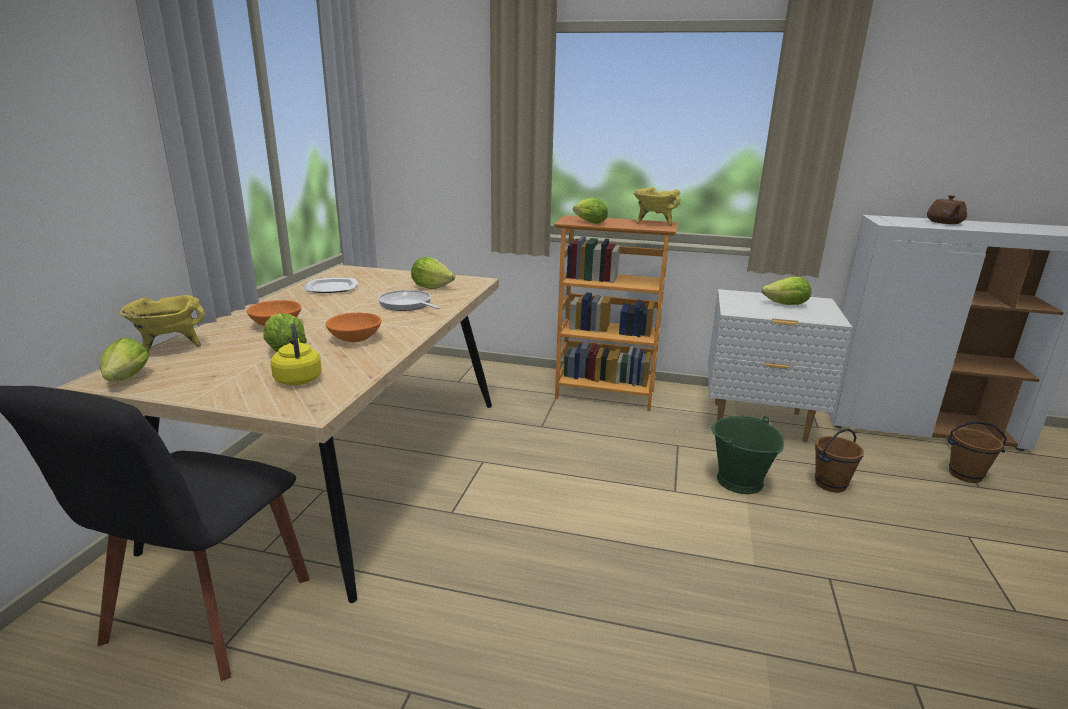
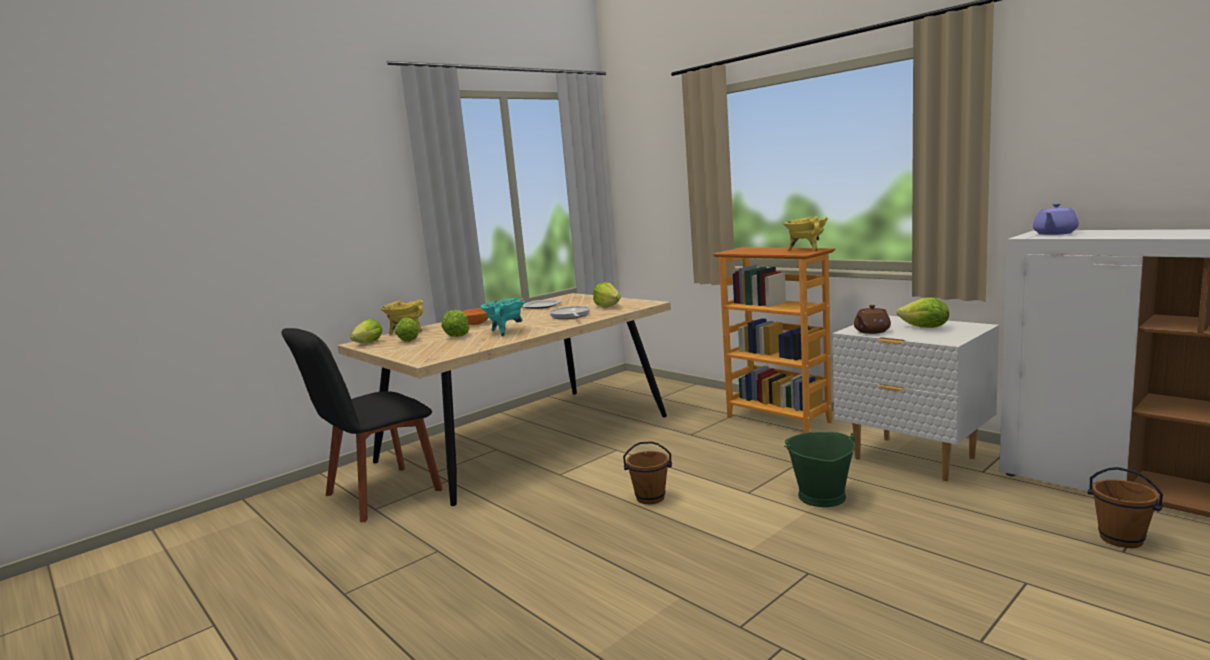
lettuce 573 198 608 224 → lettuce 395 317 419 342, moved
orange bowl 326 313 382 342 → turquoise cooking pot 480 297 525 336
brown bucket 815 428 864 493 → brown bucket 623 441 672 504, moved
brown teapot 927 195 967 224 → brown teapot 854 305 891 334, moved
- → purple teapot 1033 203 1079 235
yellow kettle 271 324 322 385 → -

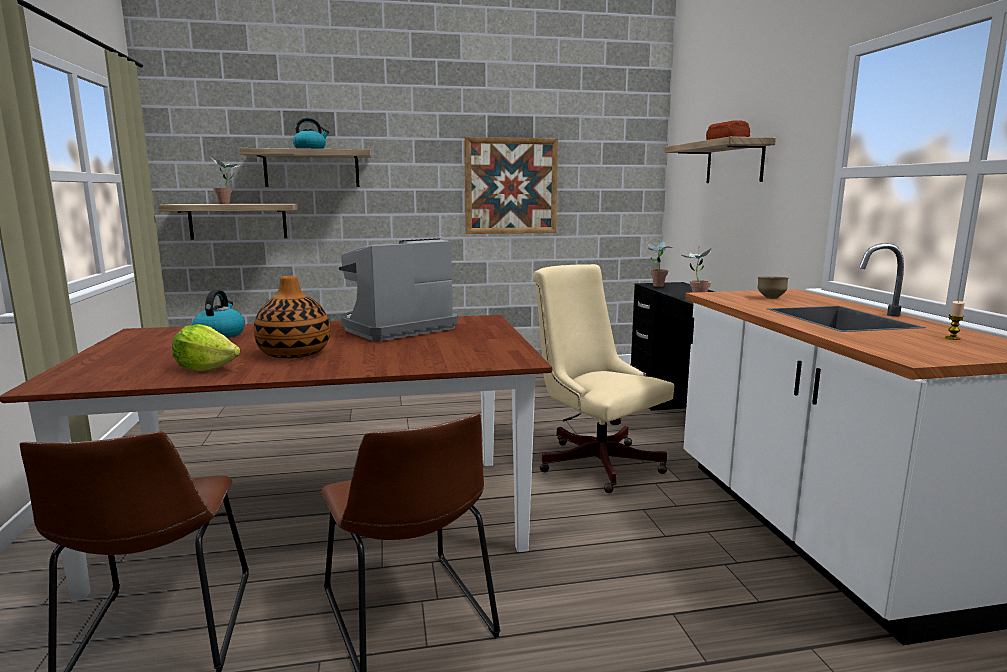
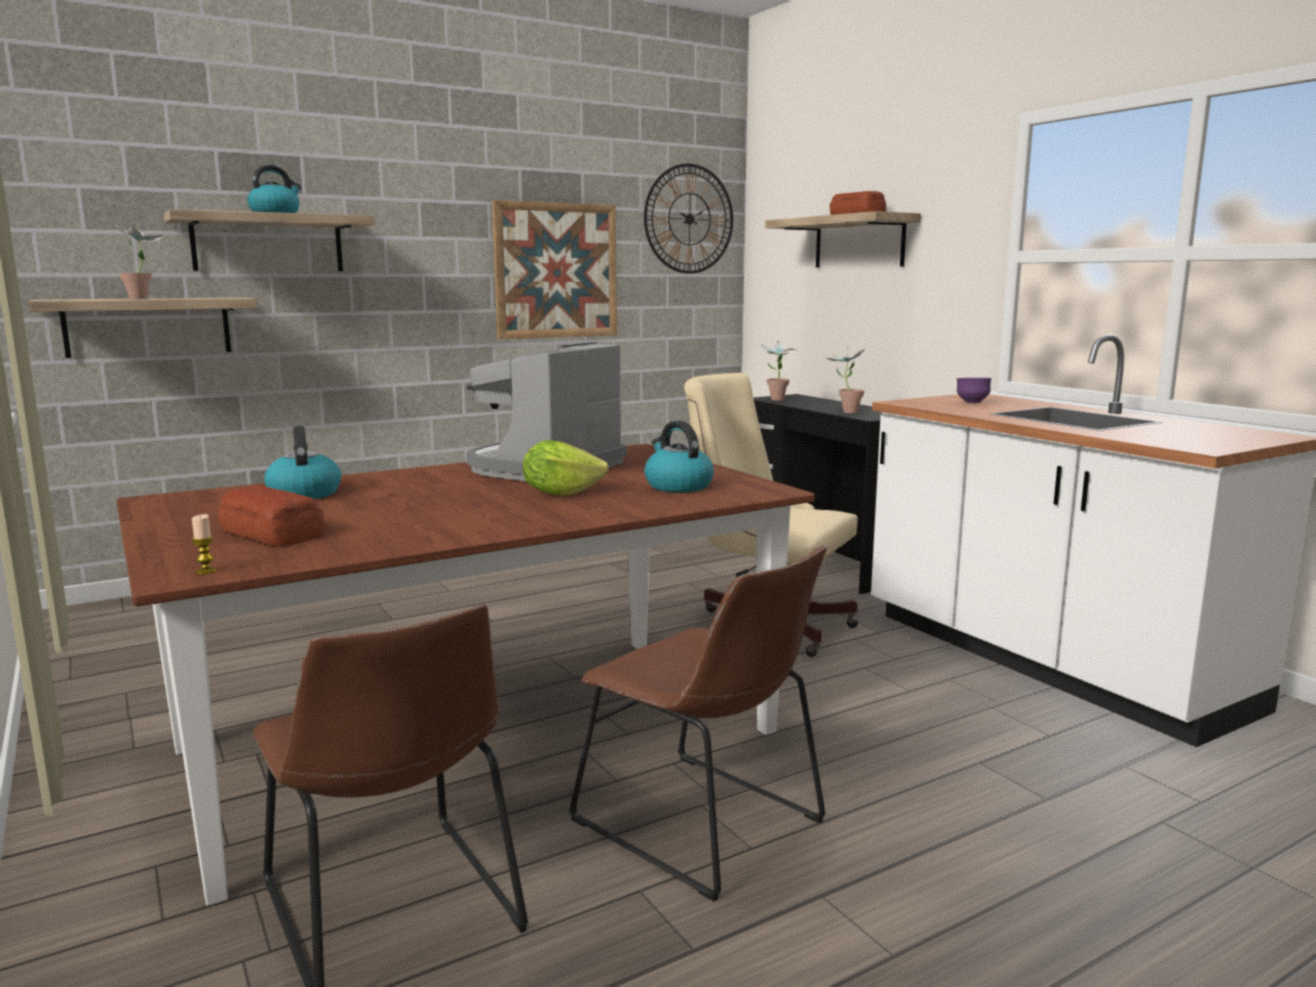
candle 945 301 965 340 → candle 192 514 217 574, moved
- → bread 218 485 326 546
lettuce 172 324 240 372 → lettuce 523 440 609 496, moved
- → wall clock 644 164 733 274
- → kettle 644 421 714 492
brown bowl 758 276 789 299 → purple bowl 957 378 992 403
vase 254 276 330 358 → -

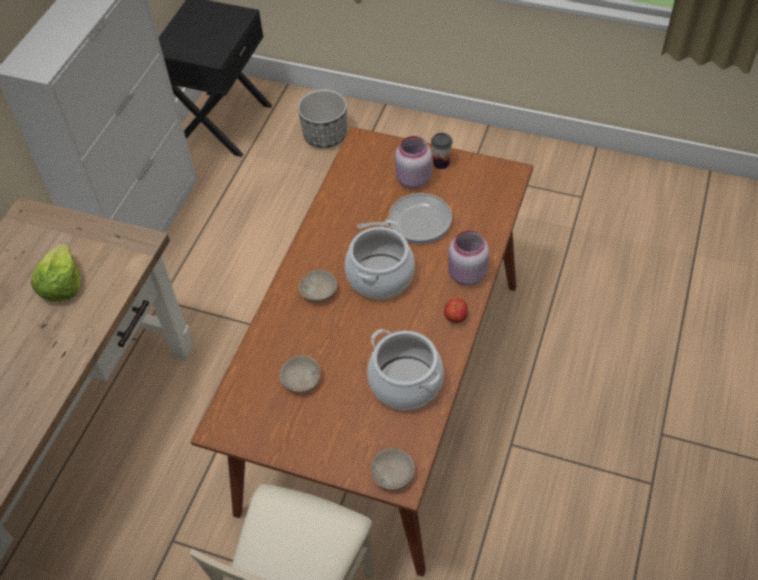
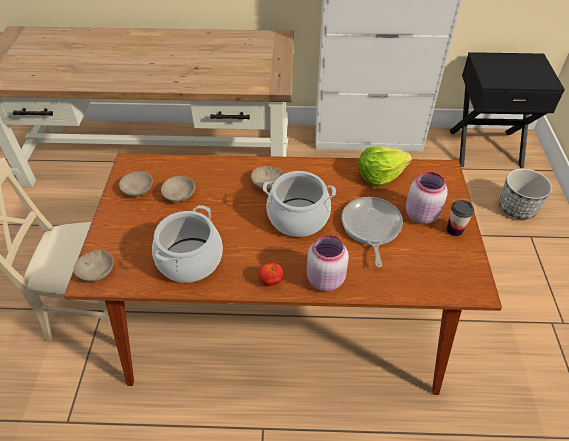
- → beige bowl 119 171 153 197
frying pan 357 193 452 244 → frying pan 342 197 403 267, 150 degrees counterclockwise
lettuce 31 244 81 301 → lettuce 358 147 412 186, moved

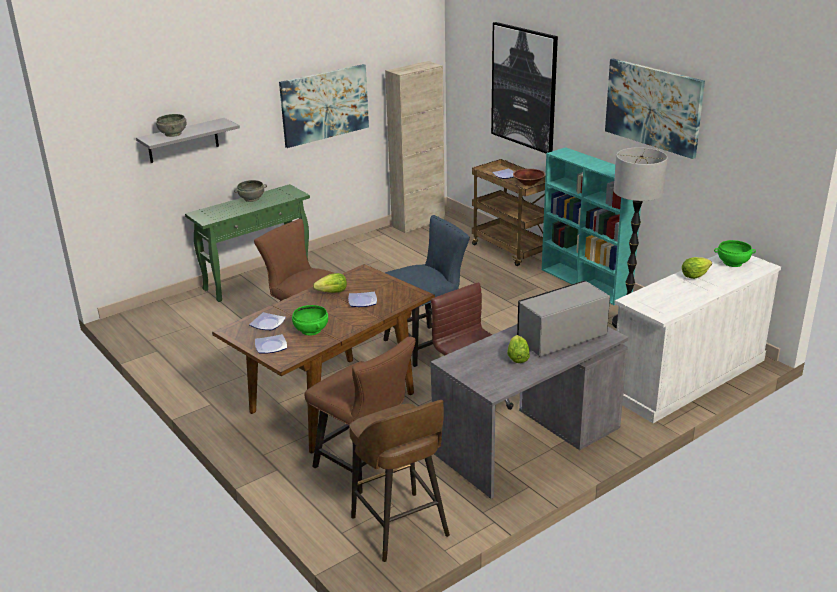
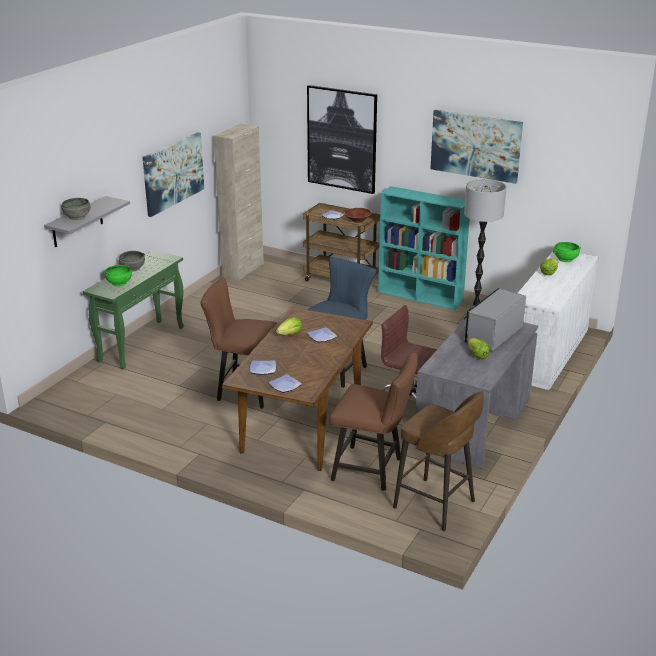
green bowl 292 305 328 335 → green bowl 105 265 132 286, moved

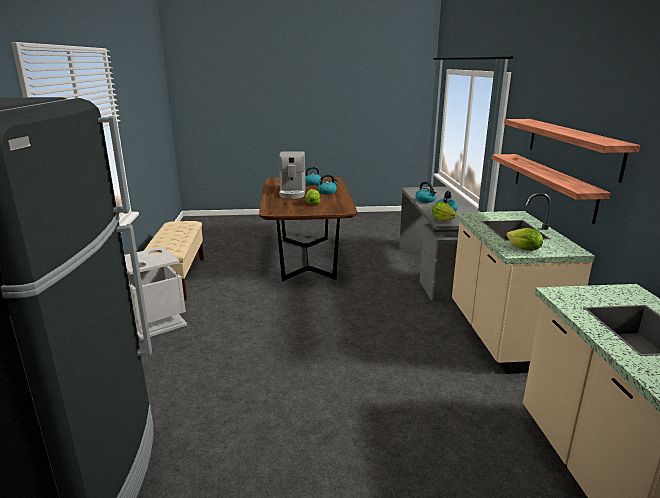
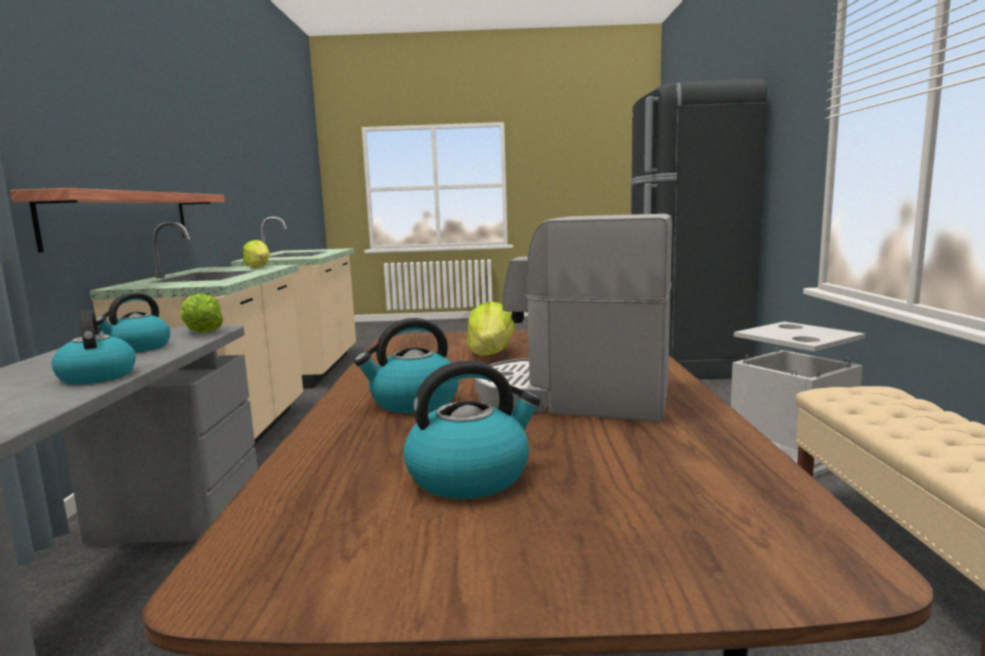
coffee machine 279 151 306 199 → coffee machine 475 214 672 422, 75 degrees counterclockwise
shelf 504 119 640 183 → -

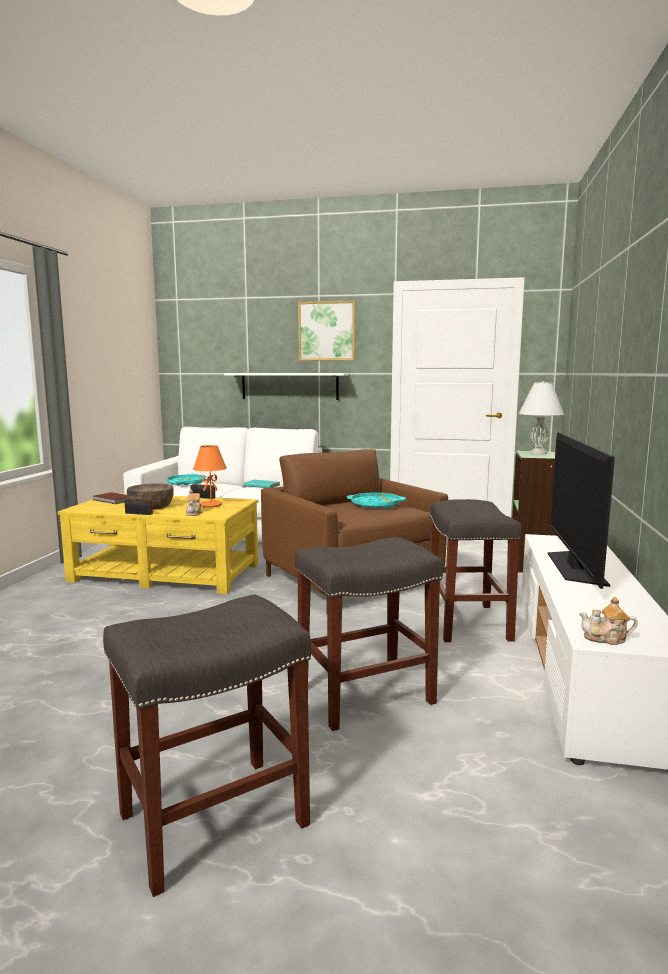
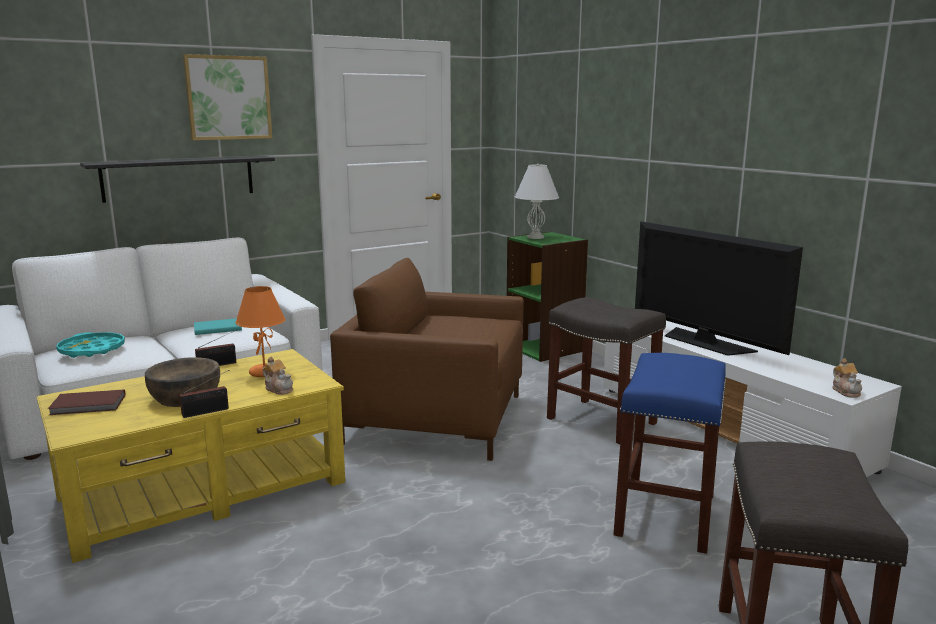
white shelf 224 373 349 400 → black shelf 80 156 275 203
grey stool 295 537 443 731 → blue stool 613 353 726 554
teapot 579 597 638 645 → teapot 832 358 862 398, 60 degrees counterclockwise
turquoise tray 347 492 406 509 → -

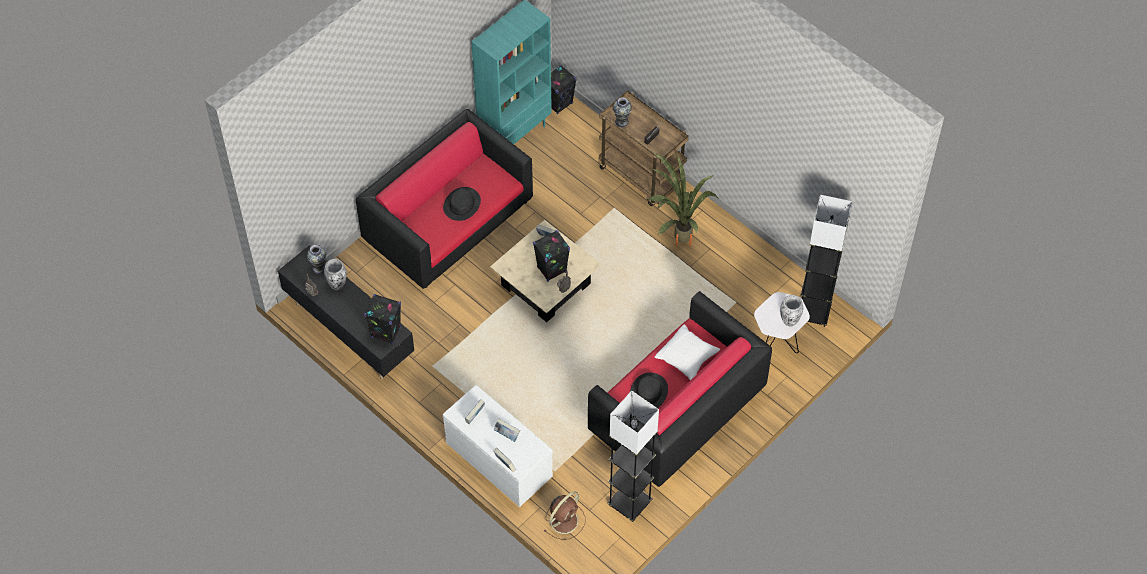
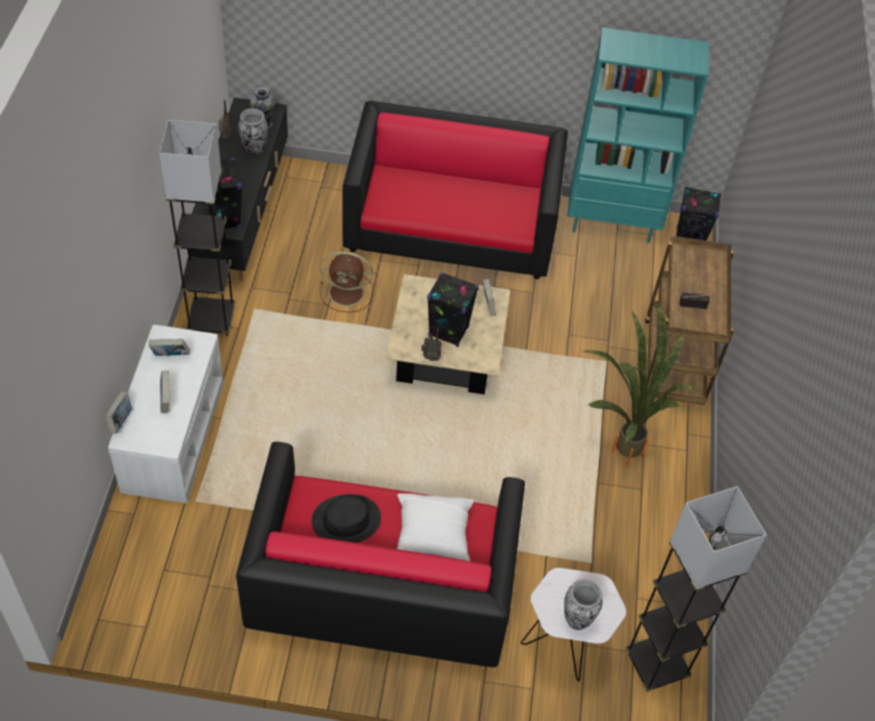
grey floor lamp 607 391 659 522 → grey floor lamp 159 120 235 336, moved
brown fan 544 491 586 540 → brown fan 320 251 373 313, moved
black hat 443 187 481 221 → -
vase 613 97 632 127 → -

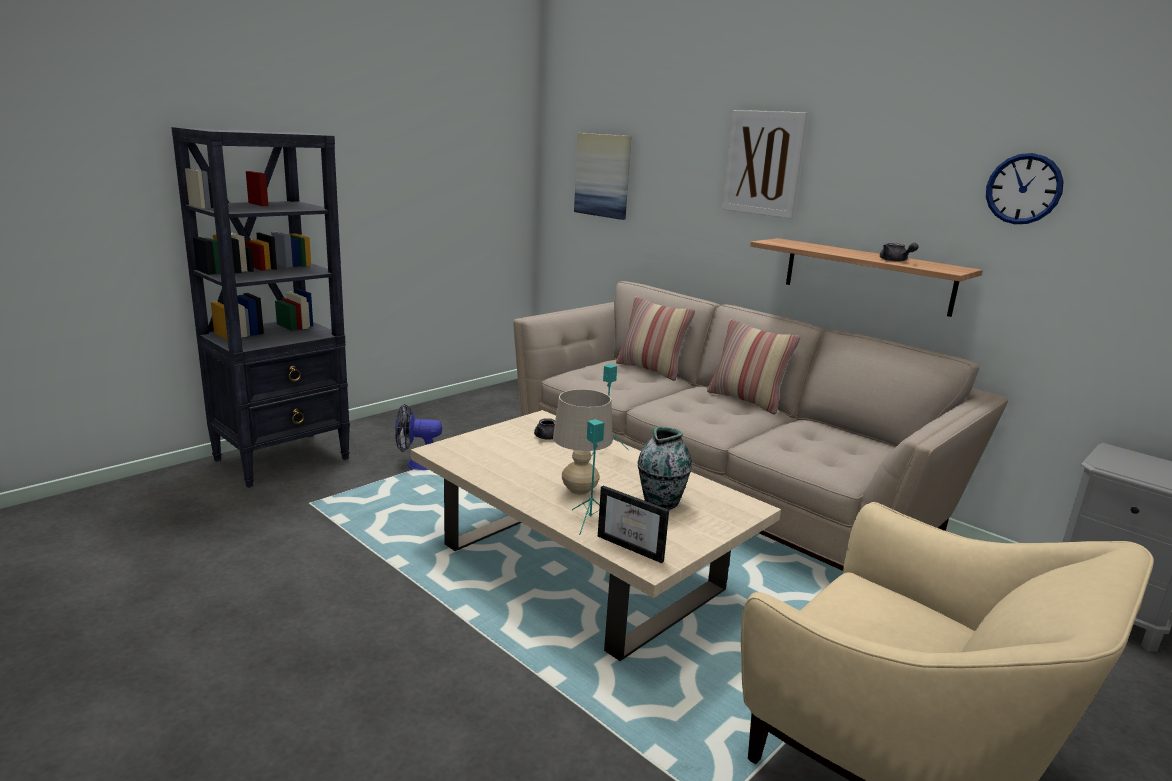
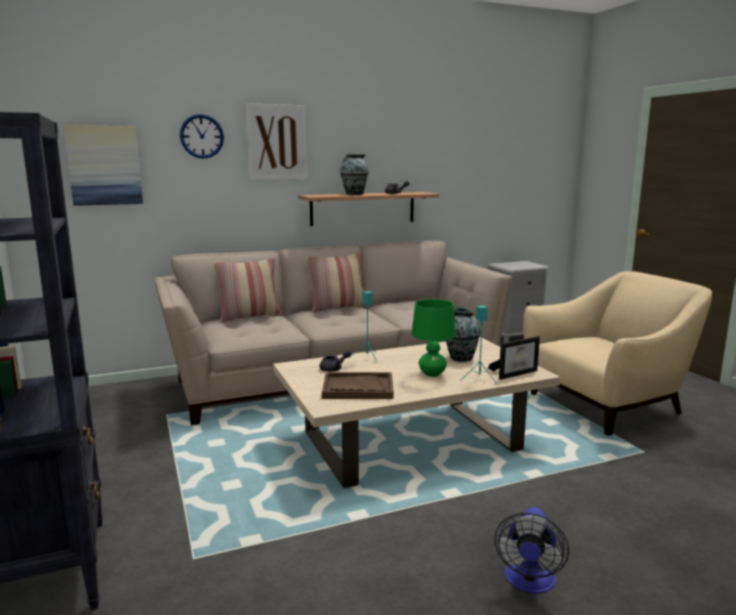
wall clock 986 153 1064 224 → wall clock 180 114 224 159, moved
- → brown tray 322 372 394 399
- → vase 340 154 368 195
beige table lamp 553 389 613 495 → green table lamp 412 299 456 377
fan 395 404 442 470 → fan 494 507 569 594, moved

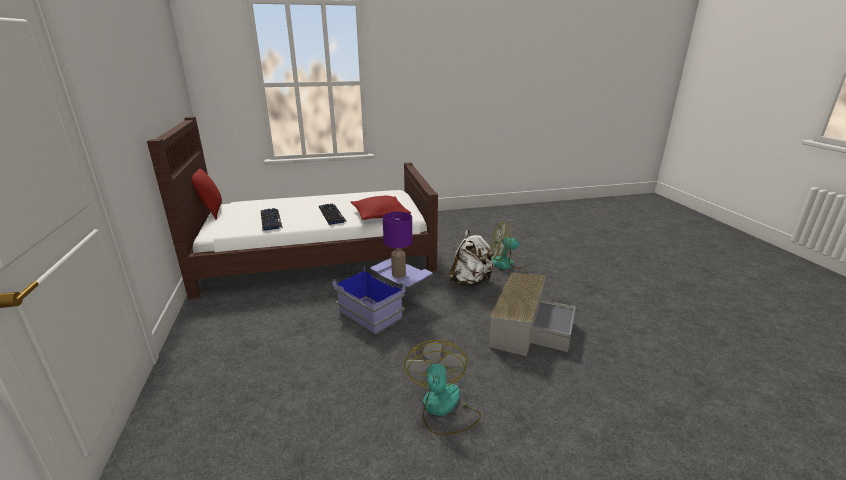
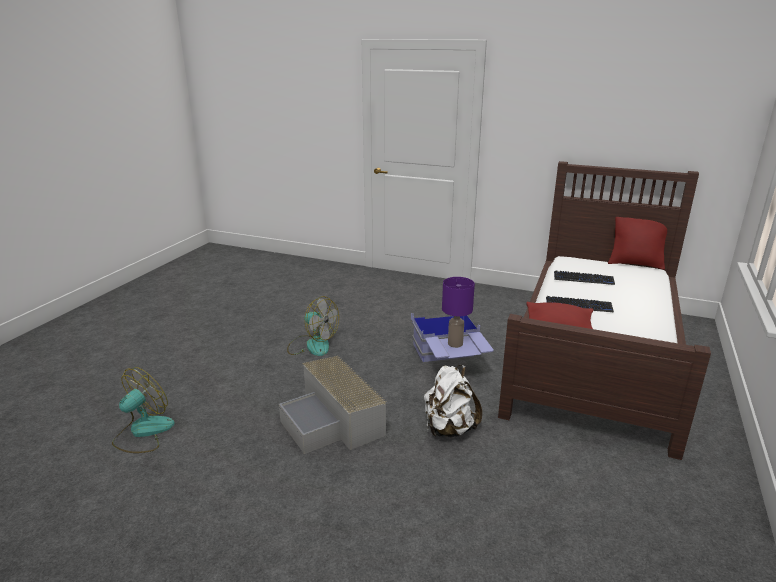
fan 491 222 527 269 → fan 112 367 175 453, moved

